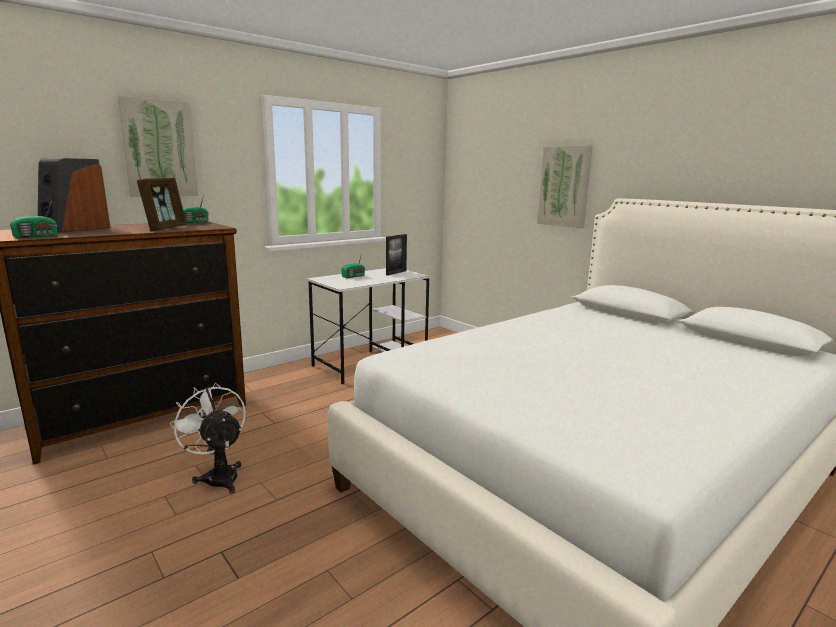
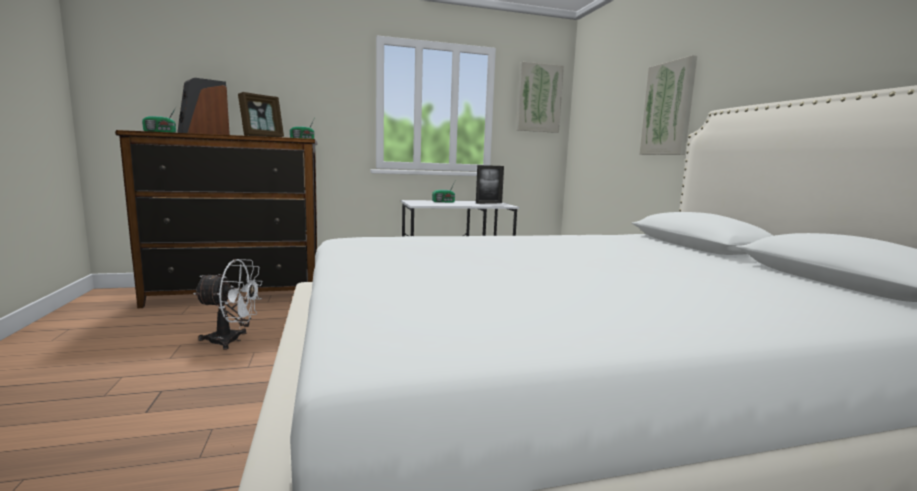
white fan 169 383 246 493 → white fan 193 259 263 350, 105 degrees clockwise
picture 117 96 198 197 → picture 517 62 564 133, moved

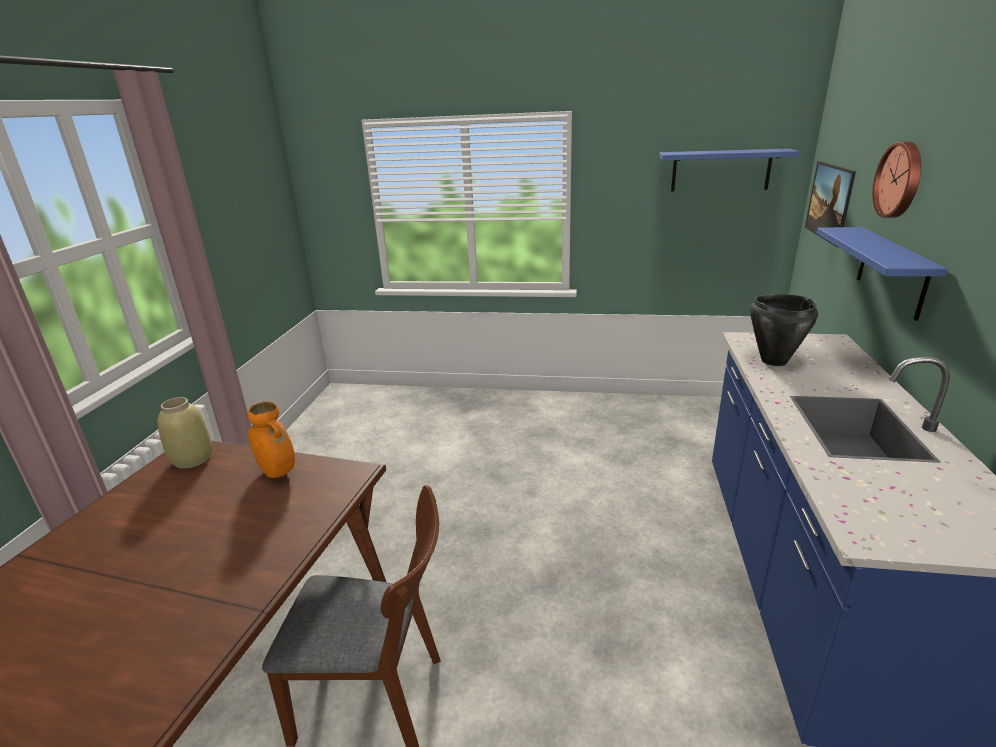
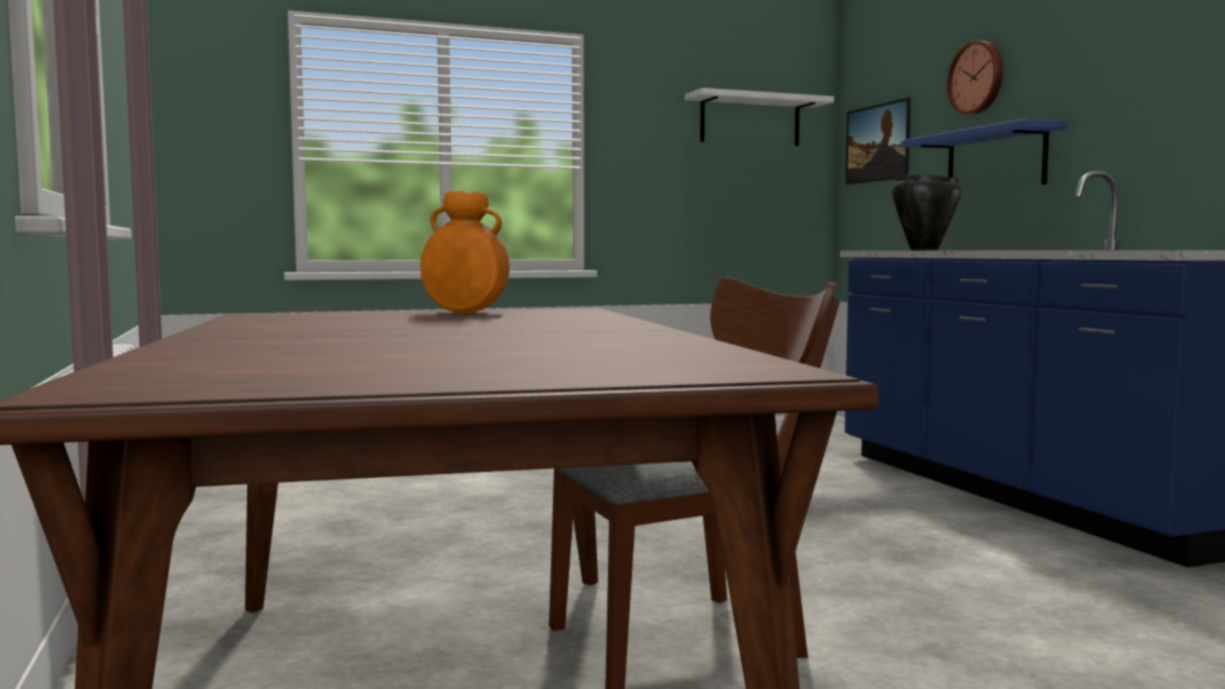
blue shelf 659 148 800 192 → white shelf 685 88 834 146
beige vase 157 397 212 469 → -

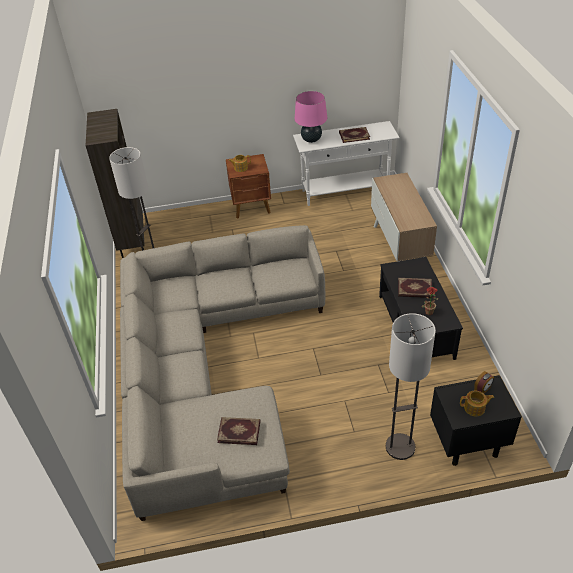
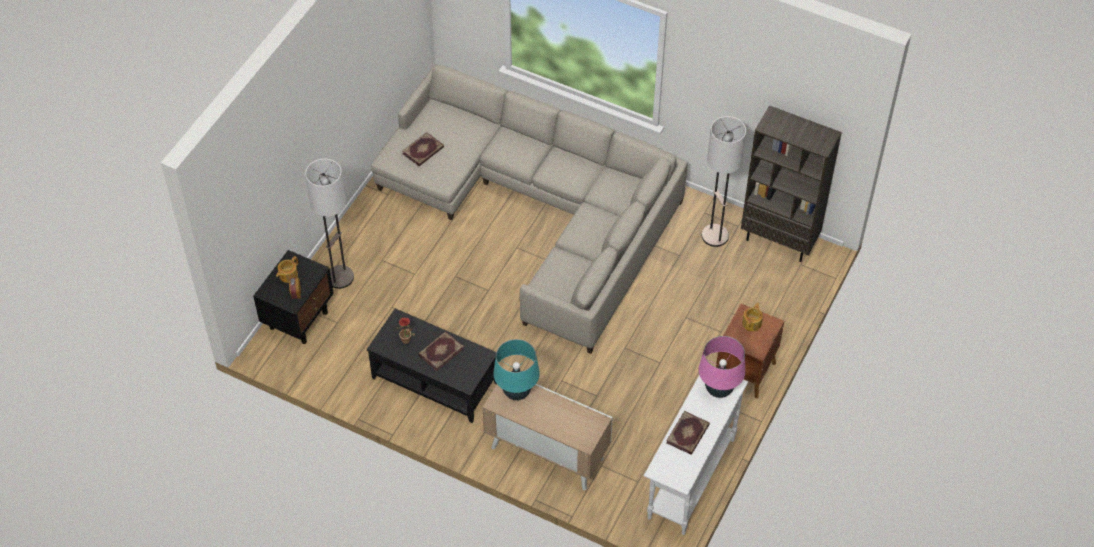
- → turquoise table lamp 493 339 540 400

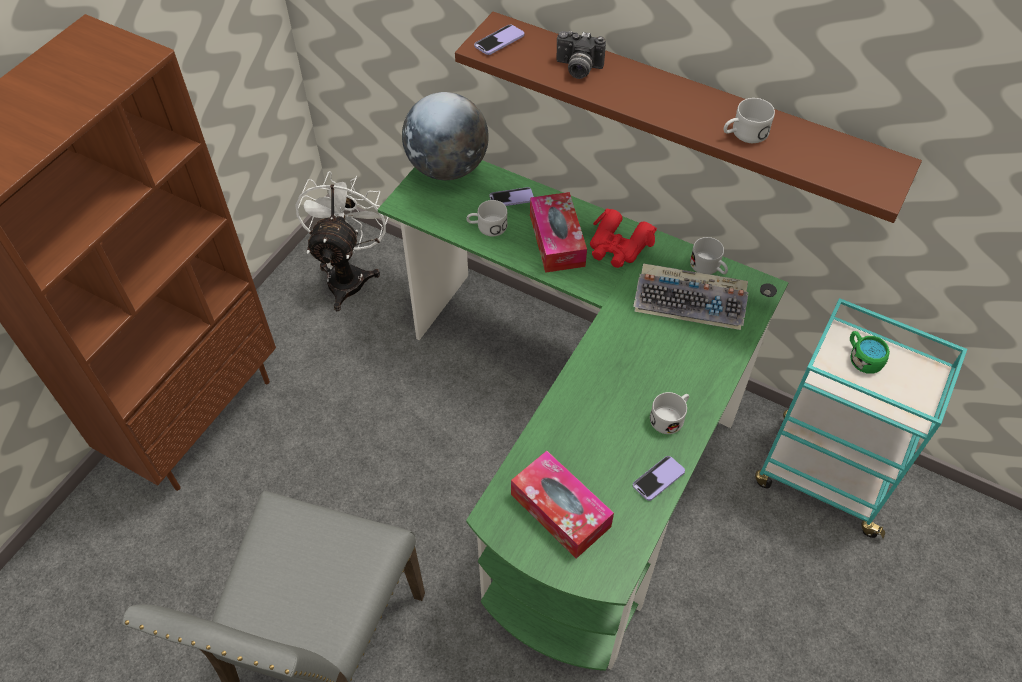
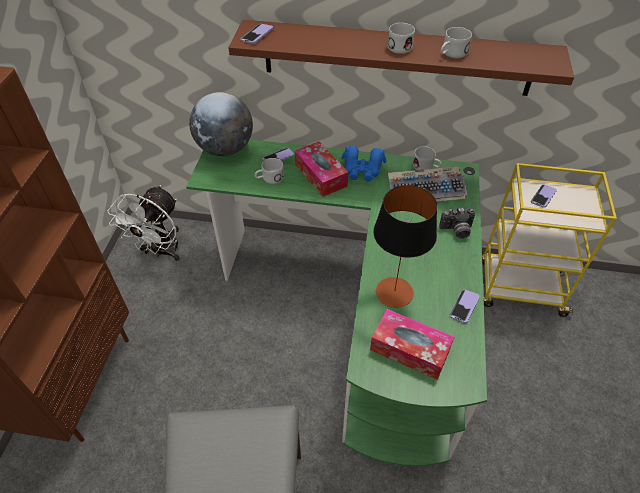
white fan 295 171 388 311 → white fan 107 185 180 261, 150 degrees counterclockwise
red binoculars 590 208 657 268 → blue binoculars 341 146 387 181
- → table lamp 373 185 437 308
white mug 650 392 689 434 → white mug 387 23 415 54, moved
photo camera 556 31 606 79 → photo camera 439 208 475 239, moved
turquoise cart 755 298 967 539 → yellow cart 482 163 617 317
green mug 850 331 890 374 → phone 531 184 557 208

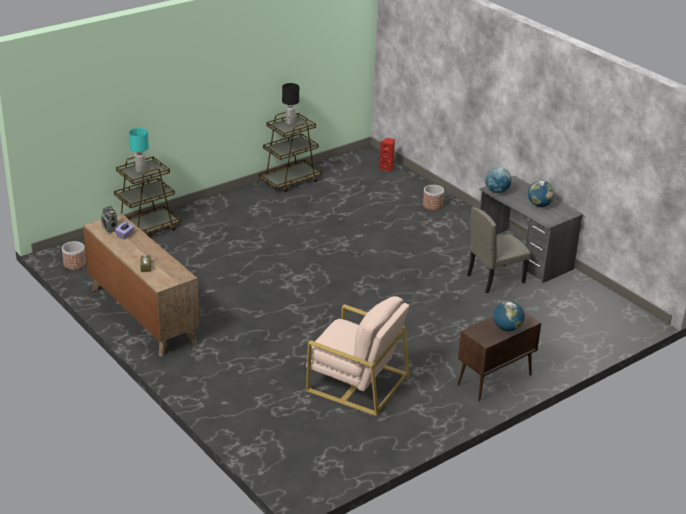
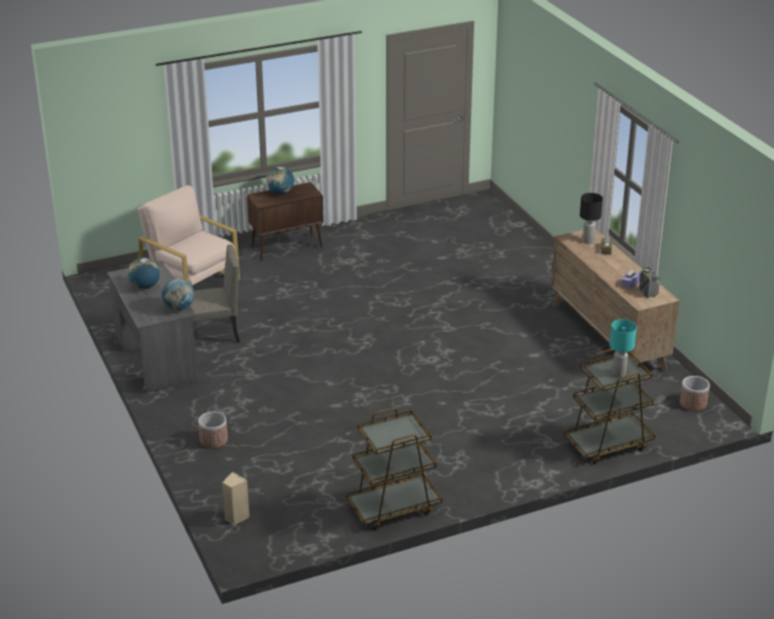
beige armchair 306 296 410 416 → beige armchair 138 185 240 285, moved
red speaker 379 138 395 172 → beige speaker 222 472 250 525
black table lamp 282 83 299 125 → black table lamp 580 193 603 244, moved

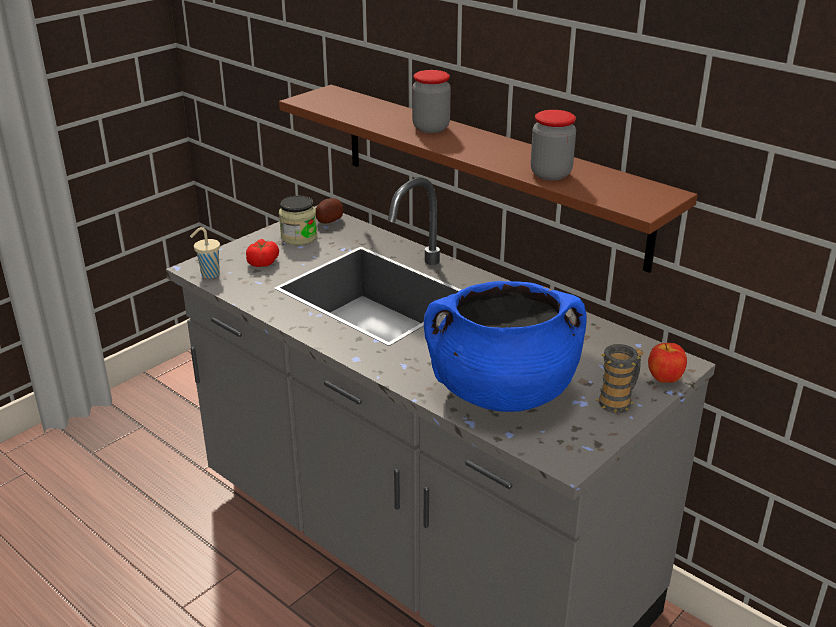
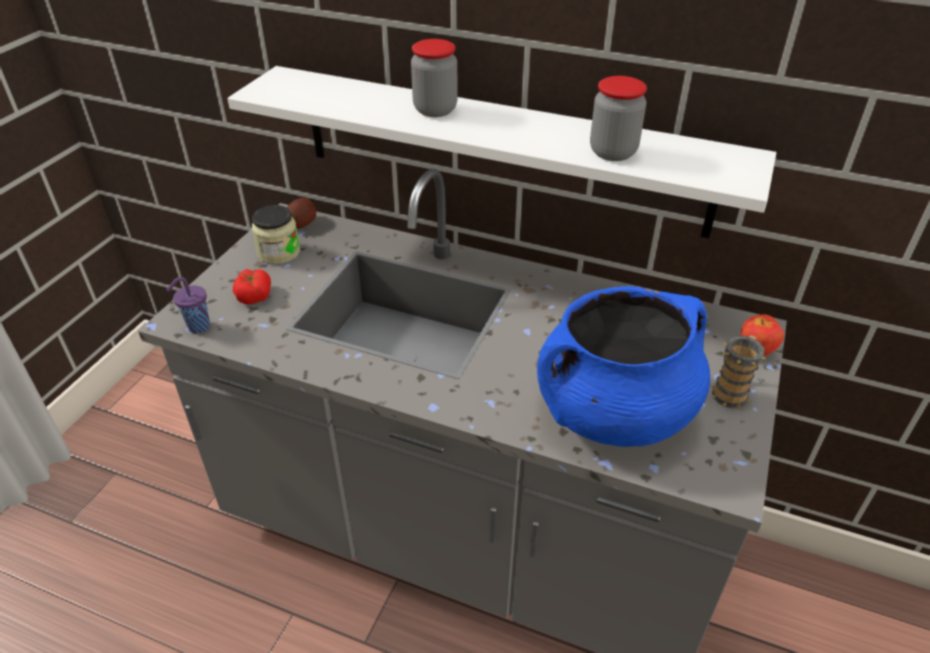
beige cup 190 227 220 279 → purple cup 167 277 210 334
brown shelf 279 85 698 273 → white shelf 227 66 776 238

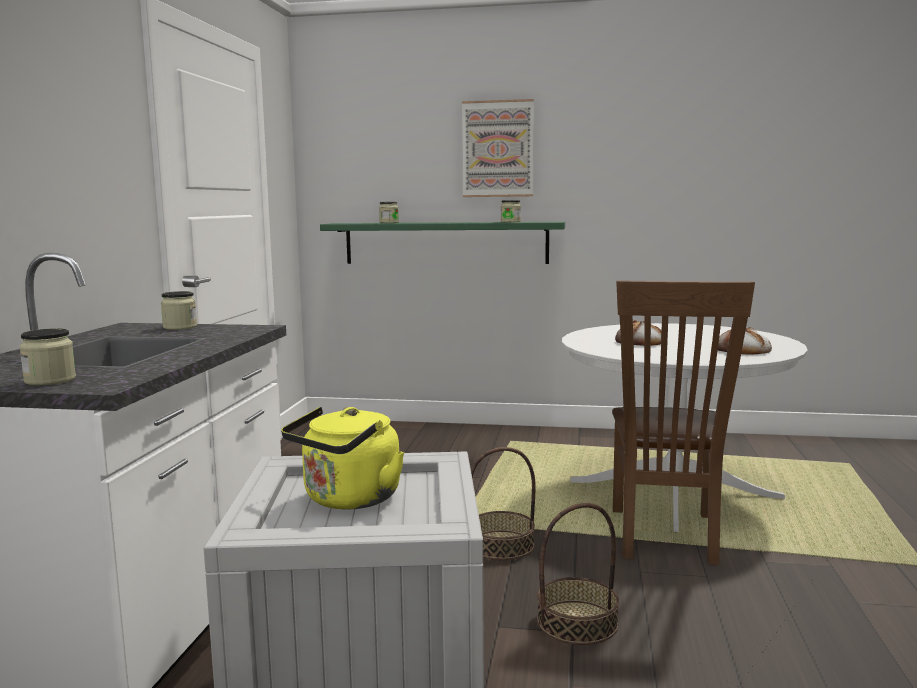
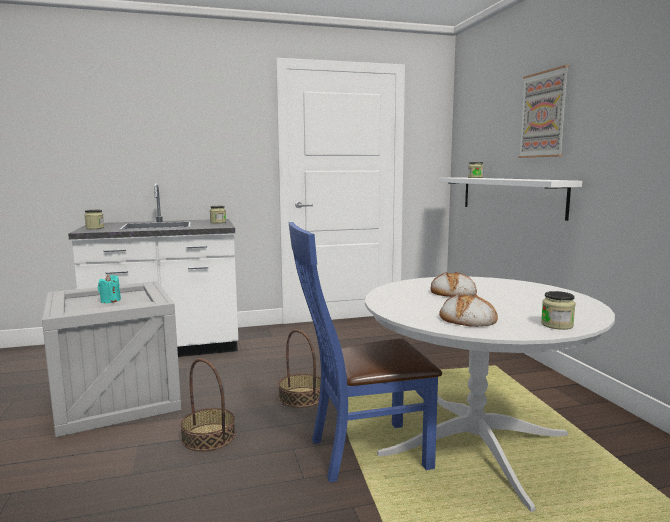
yellow kettle 281 407 404 510 → turquoise candle 98 275 121 303
brown chair 612 280 755 565 → blue chair 288 222 442 483
green shelf 320 222 565 264 → white shelf 439 177 582 221
jar 501 200 521 222 → jar 541 291 576 330, moved

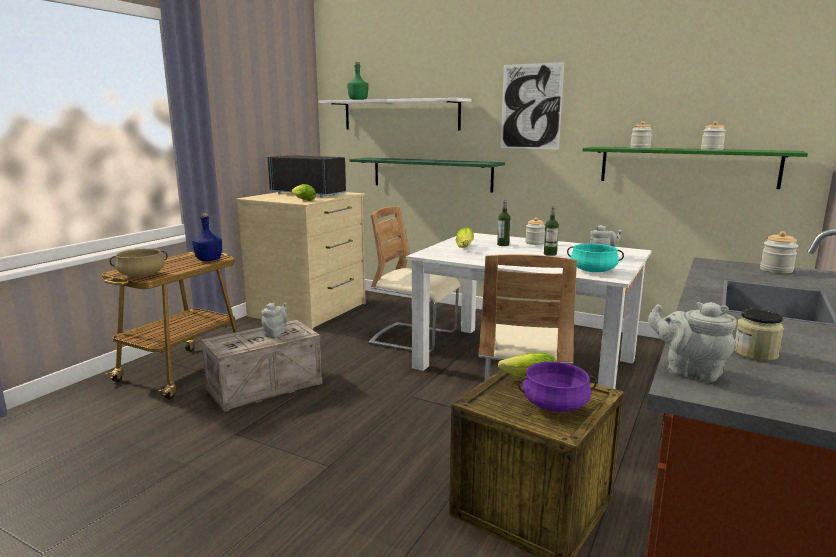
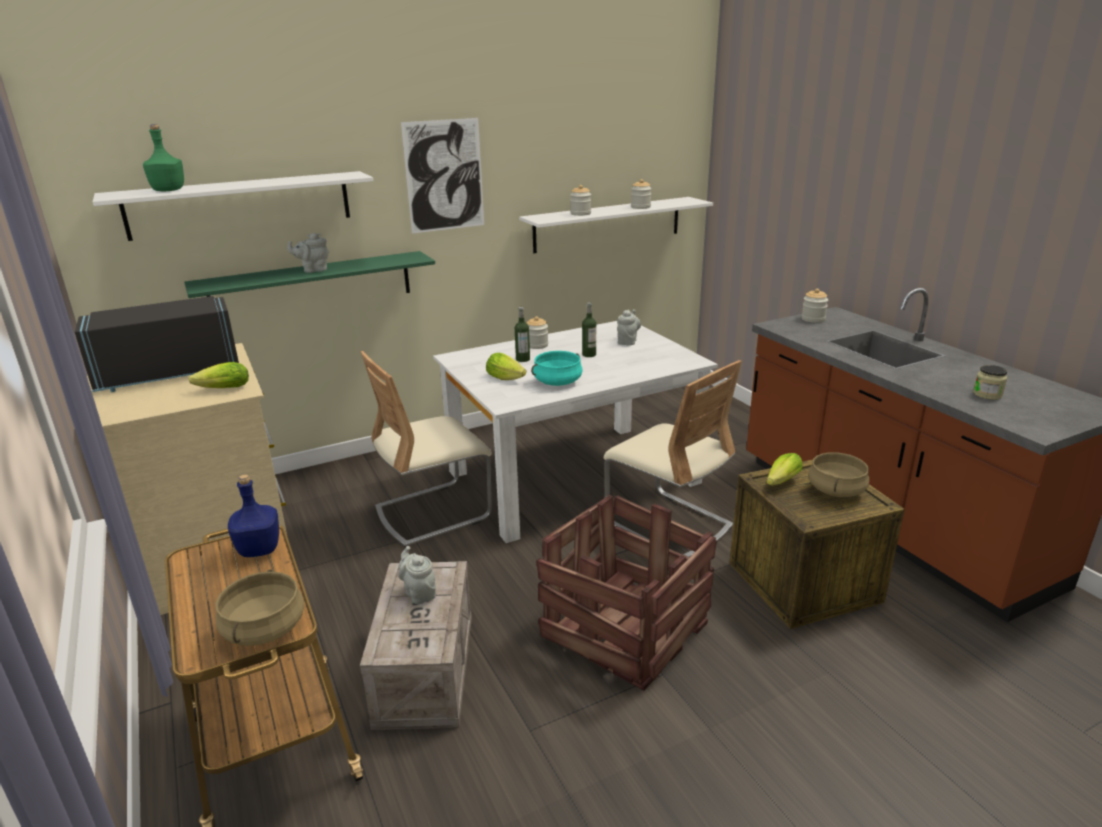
grey teapot 648 302 737 382 → grey teapot 287 233 329 273, moved
green shelf 583 147 808 189 → white shelf 519 197 713 253
turquoise cooking pot 567 243 624 272 → turquoise cooking pot 531 351 583 386, moved
- → crate 536 495 717 691
purple cooking pot 518 362 597 412 → beige cooking pot 808 452 869 497

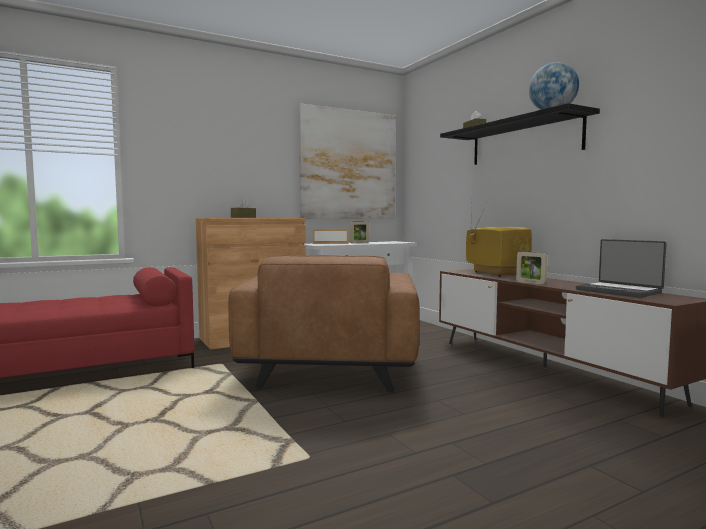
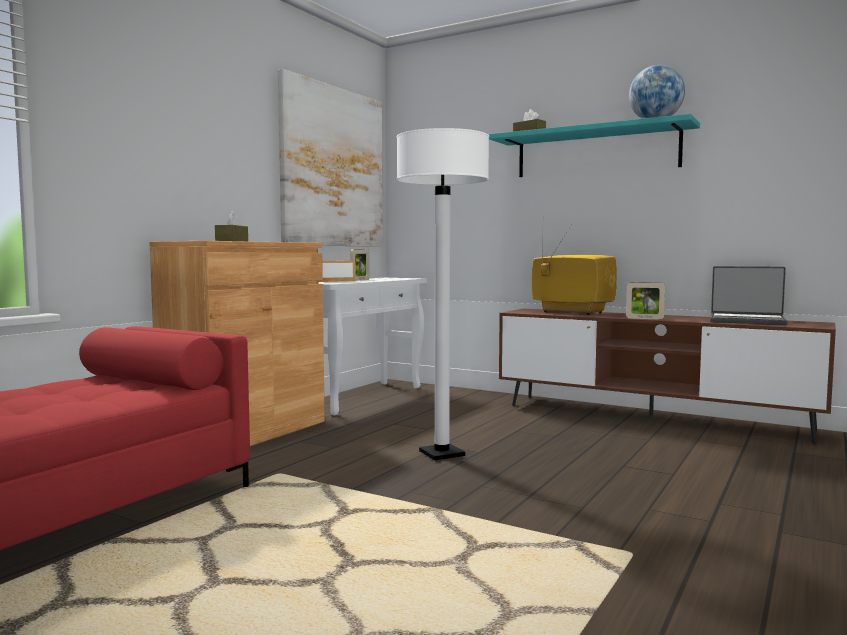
brown armchair 228 255 420 392 → white floor lamp 397 128 489 460
black shelf 440 103 600 165 → turquoise shelf 488 114 700 177

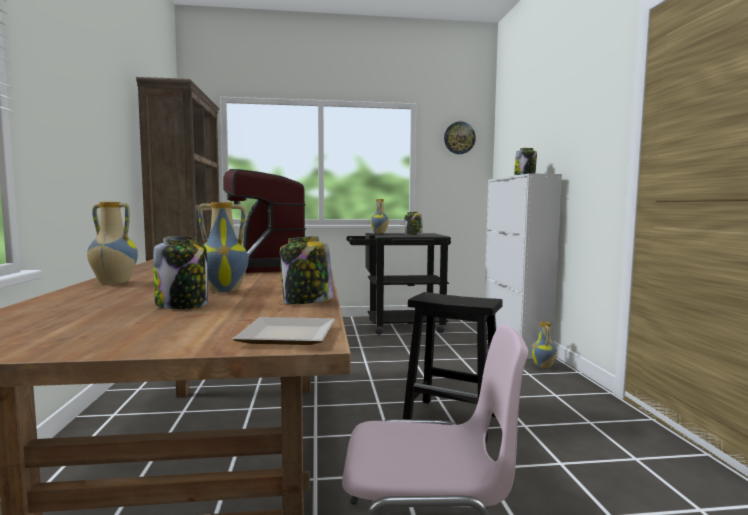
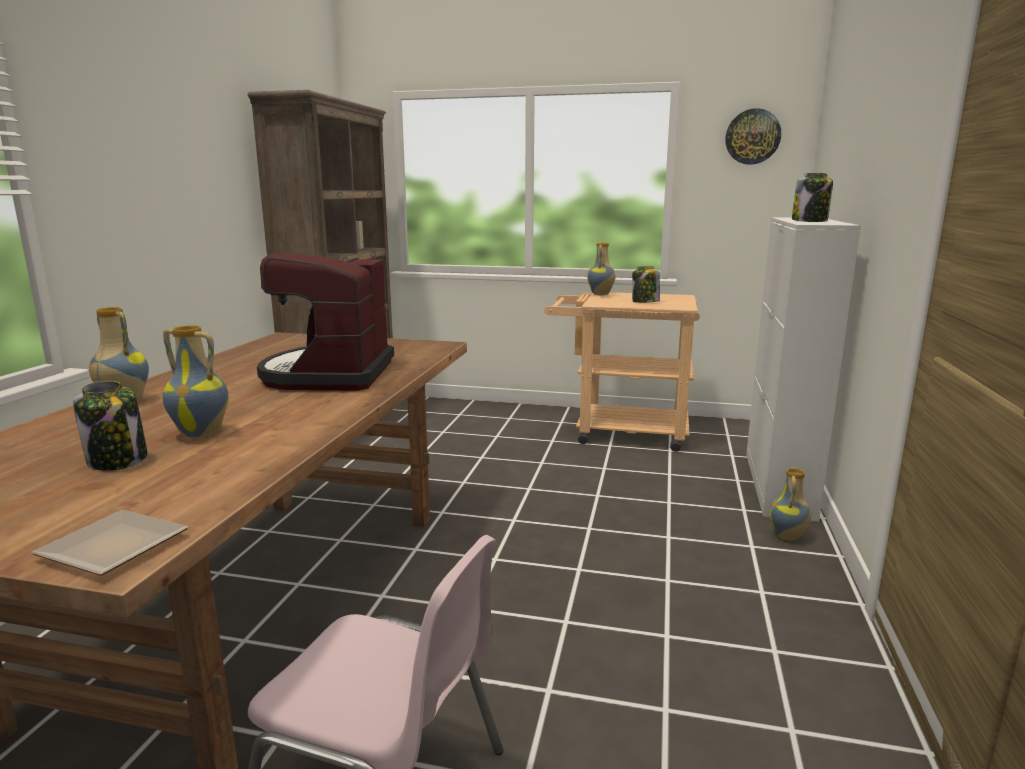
black cart 346 233 451 335 → beige cart 544 292 700 452
jar 280 236 333 304 → -
black stool 403 292 503 443 → -

